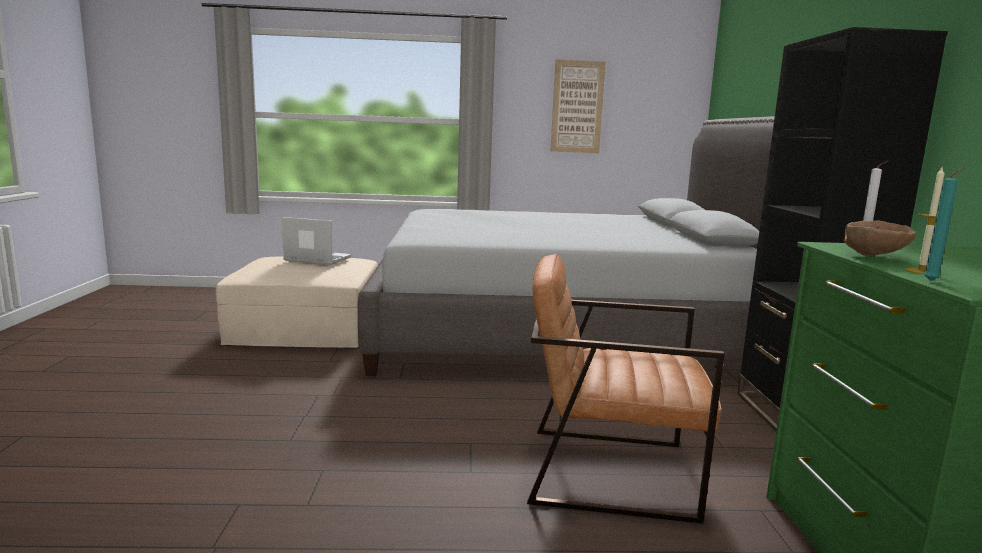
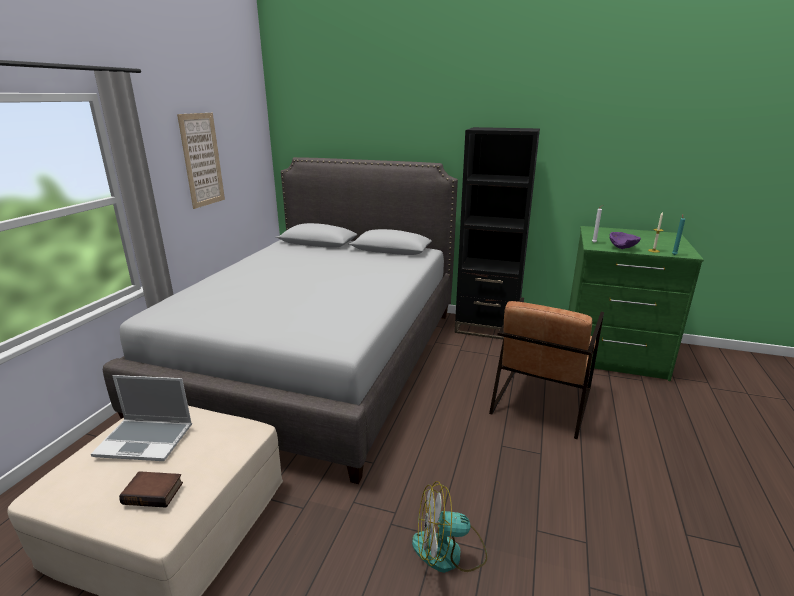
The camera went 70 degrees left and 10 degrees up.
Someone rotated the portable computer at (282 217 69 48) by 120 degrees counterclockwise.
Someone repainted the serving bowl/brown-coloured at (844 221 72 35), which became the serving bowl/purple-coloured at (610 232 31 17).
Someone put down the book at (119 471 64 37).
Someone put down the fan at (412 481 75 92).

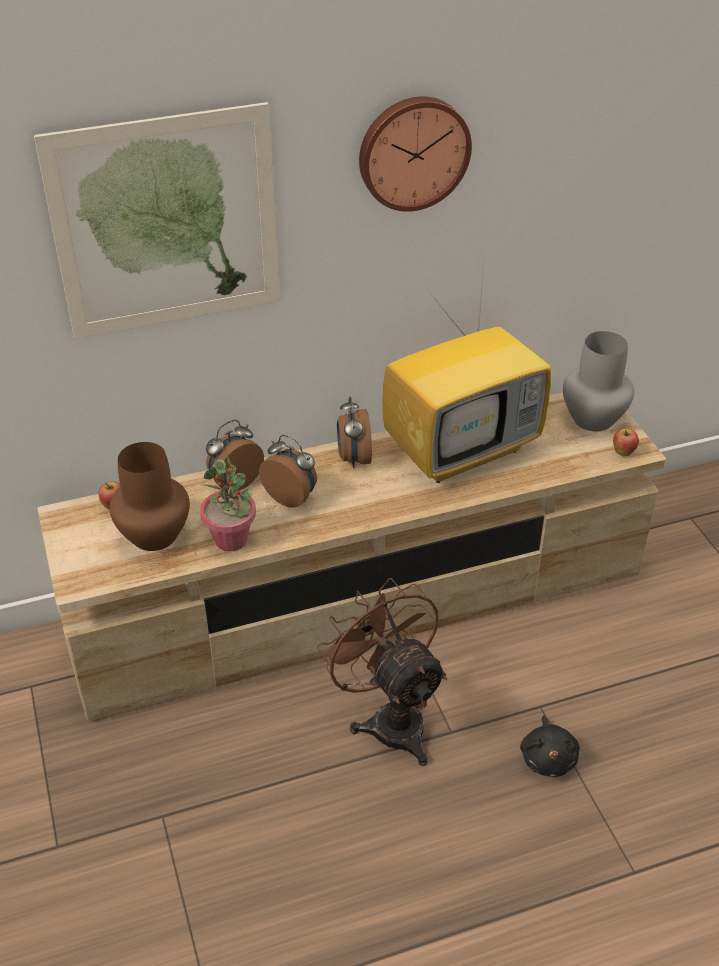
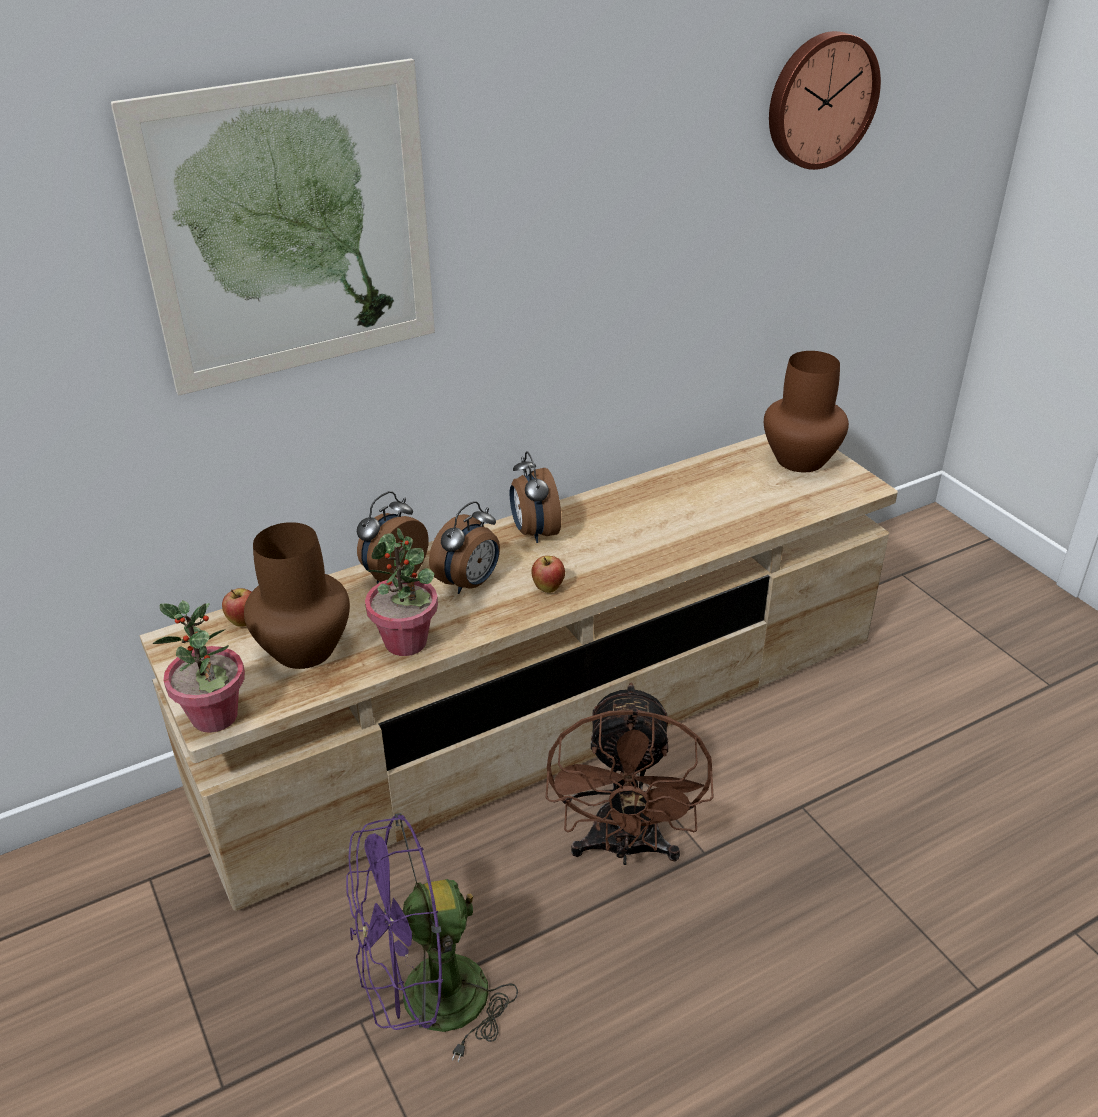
The camera went 10 degrees left and 5 degrees down.
Someone rotated the table clock at (259 435 58 73) by 105 degrees clockwise.
Someone rotated the fan/brown-coloured at (317 578 130 188) by 135 degrees counterclockwise.
Someone carried the wall clock from (359 96 113 116) to (769 31 112 139).
Someone took away the TV set at (382 266 169 217).
Someone took away the soft toy/black at (520 715 60 62).
Someone repainted the flower vase/grey at (563 331 71 101), which became the flower vase/brown-coloured at (764 351 85 121).
Someone carried the apple from (613 428 26 28) to (531 556 34 37).
Someone put down the plant in a pot at (152 600 93 133).
Someone put down the fan/purple-coloured at (346 813 172 249).

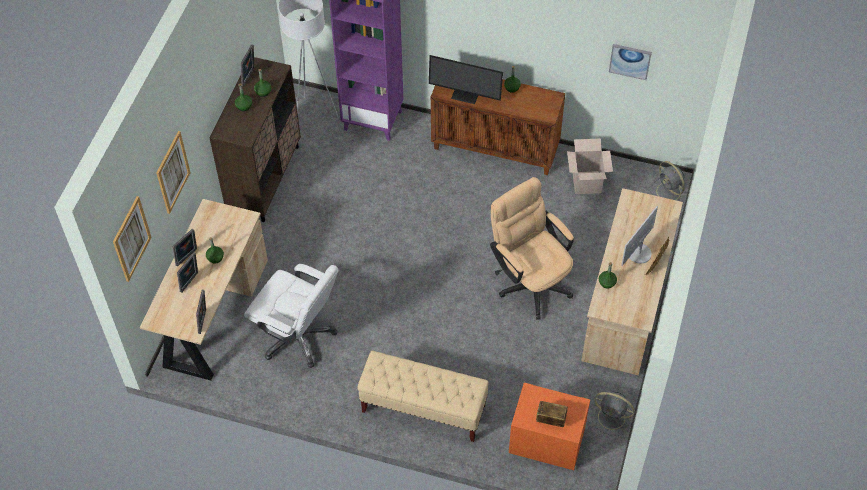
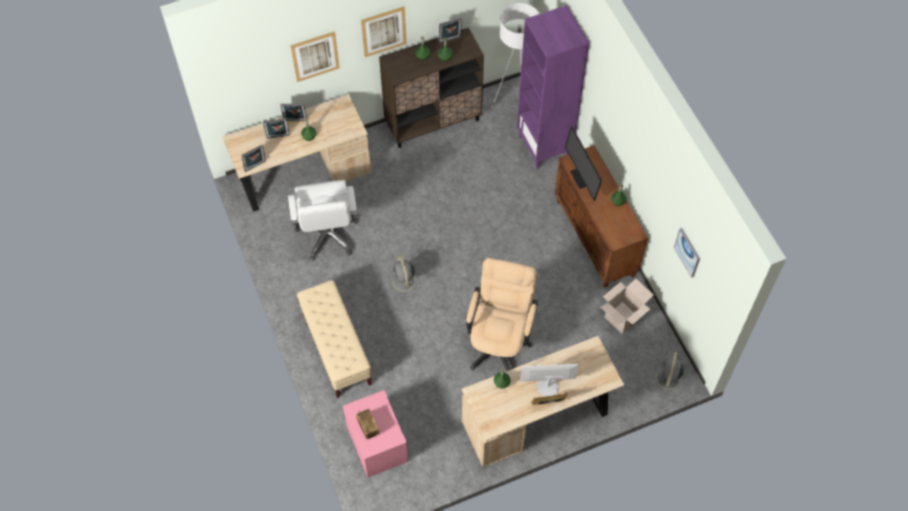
The camera went 50 degrees right and 5 degrees up.
Someone carried the wall picture from (113 196 38 86) to (361 6 46 51).
Someone repainted the night table/orangey at (509 383 81 87), which became the night table/pink at (343 390 65 88).
Someone carried the fan/grey from (592 392 42 44) to (388 254 34 43).

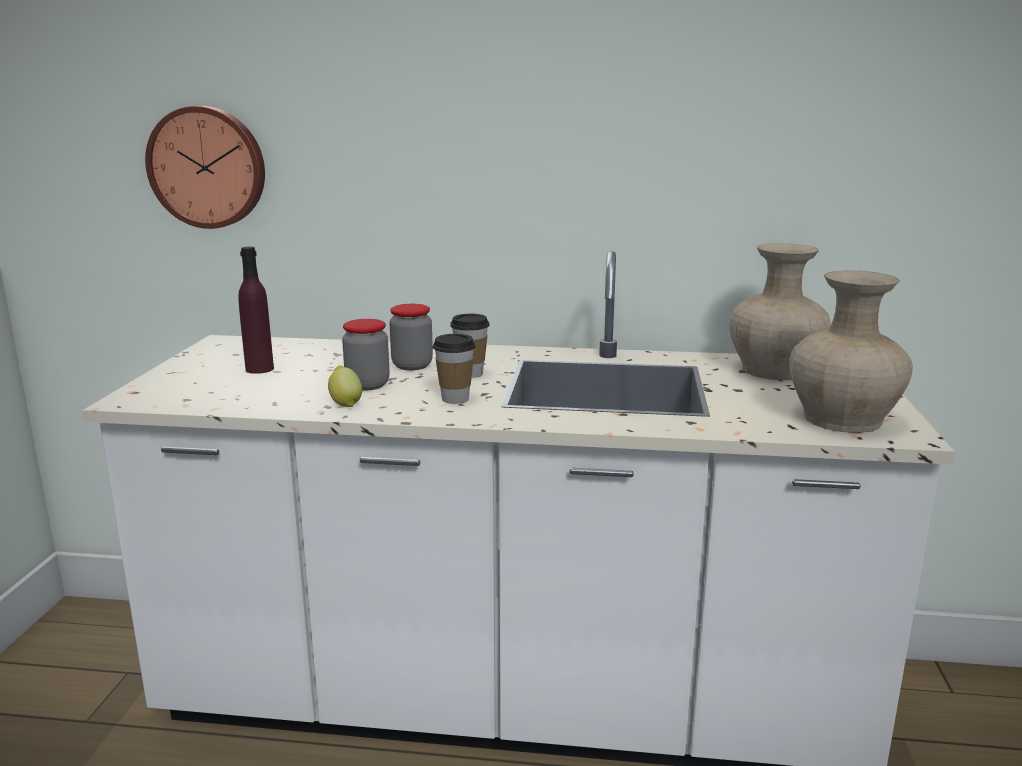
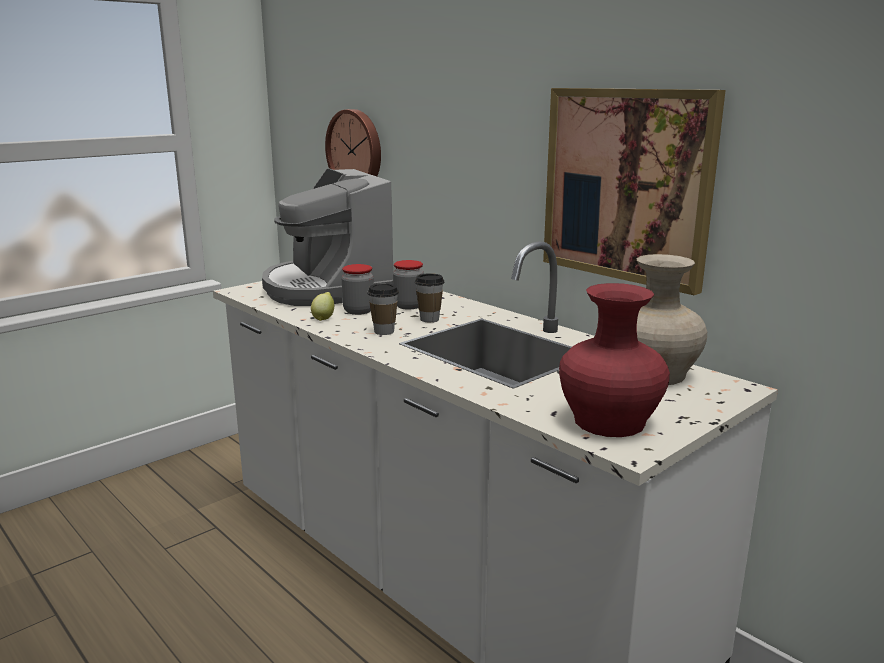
The camera went 40 degrees right and 0 degrees up.
Someone swapped the bottle/purple-coloured at (238 246 36 128) for the coffee machine at (262 168 131 138).
Someone repainted the flower vase/beige-coloured at (789 270 124 163), which became the flower vase/red at (559 283 111 154).
Someone put up the wall picture at (543 88 183 207).

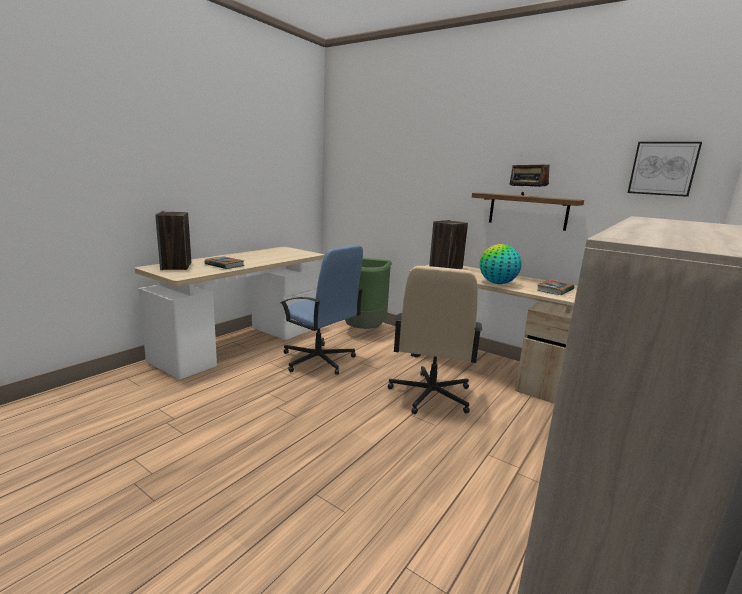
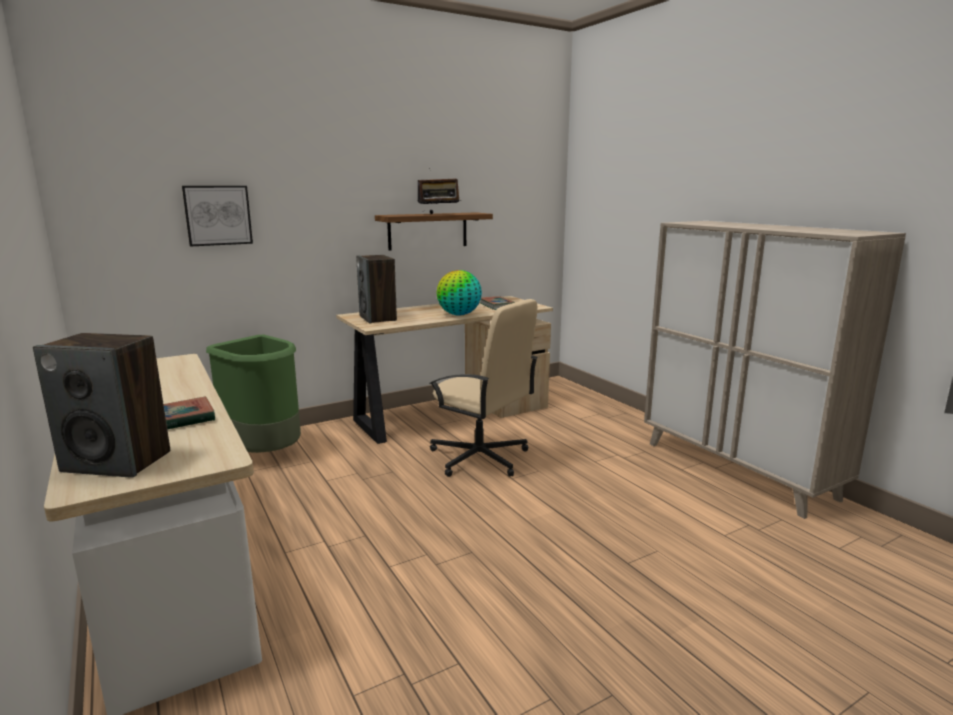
The camera went 65 degrees left and 0 degrees up.
Someone took away the desk chair/blue-coloured at (280 245 84 130).
Someone carried the wall picture from (628 142 74 55) to (182 186 71 60).

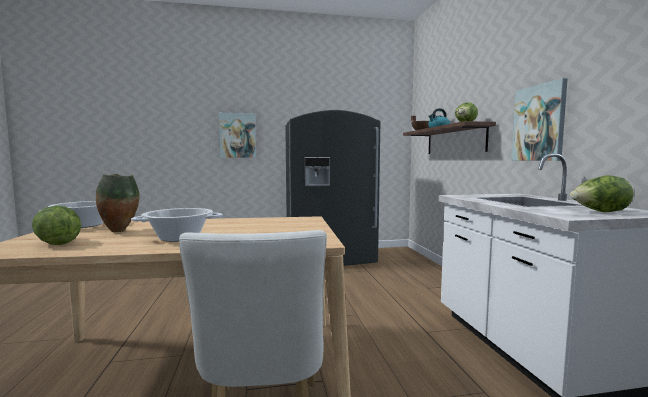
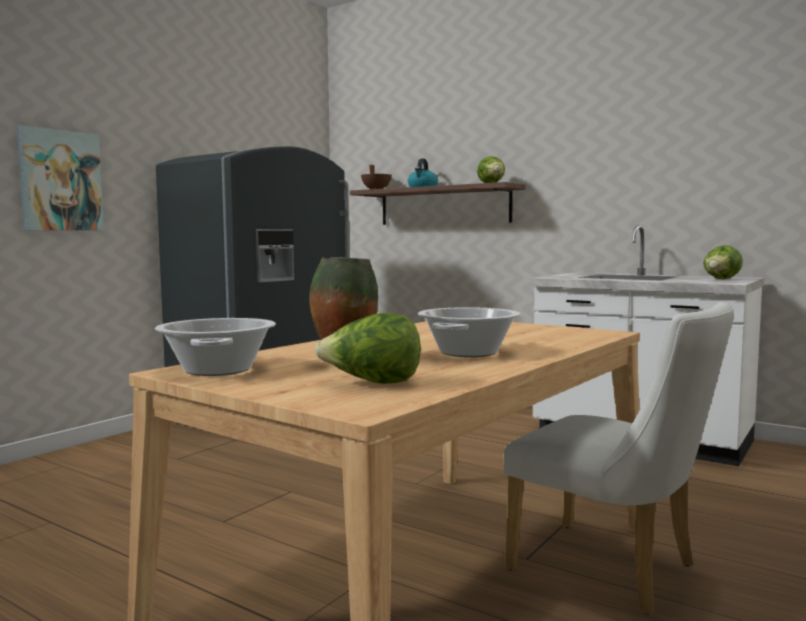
The camera went 45 degrees left and 0 degrees up.
Someone took away the wall picture at (511 78 57 83).

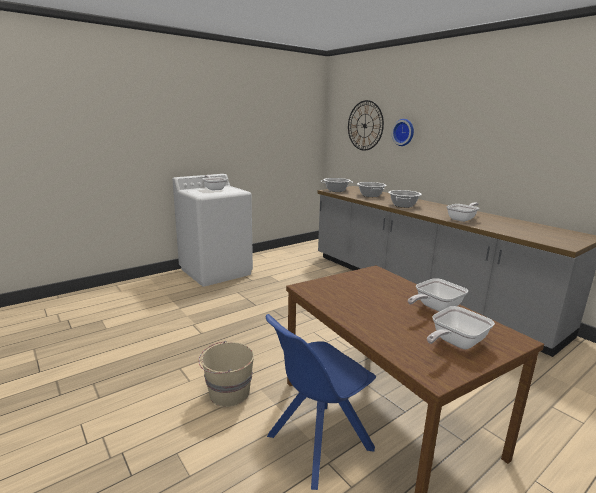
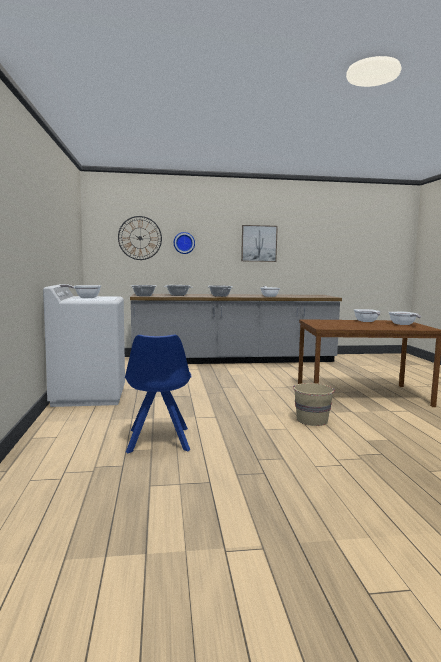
The camera went 60 degrees left and 10 degrees down.
Someone carried the chair/blue-coloured from (266 314 110 176) to (124 335 68 118).
Someone put up the wall picture at (241 225 37 37).

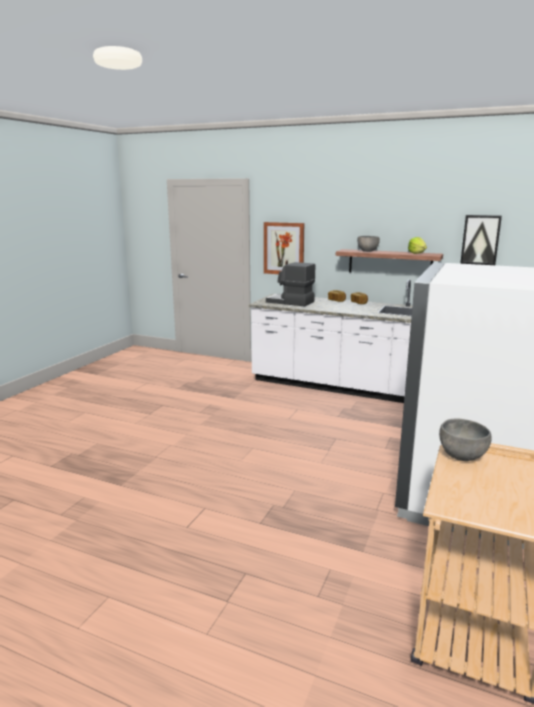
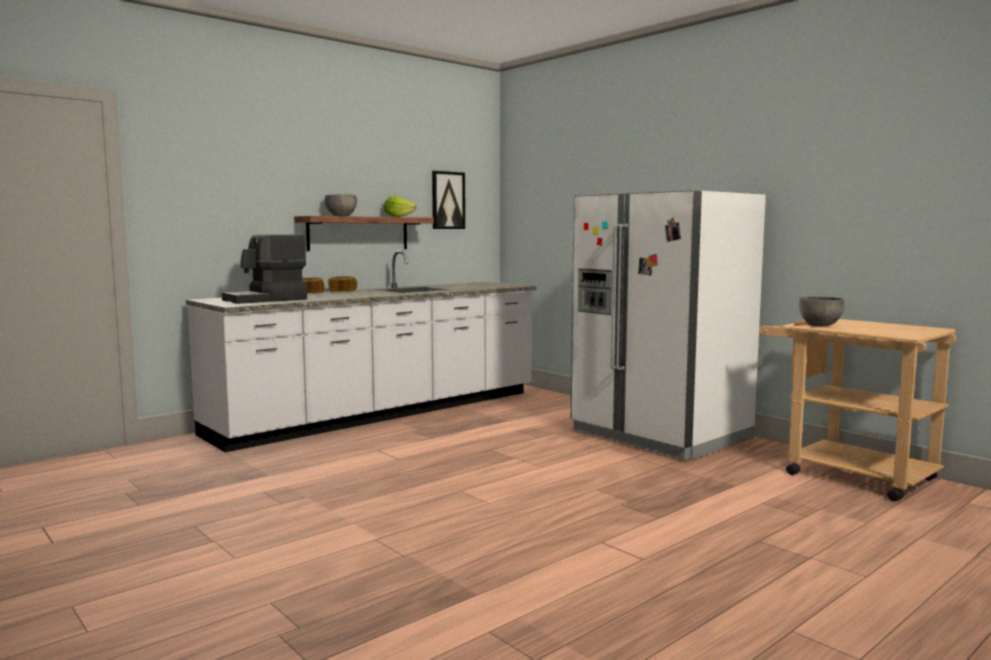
The camera went 65 degrees left and 10 degrees down.
Someone took away the wall picture at (264 222 40 52).

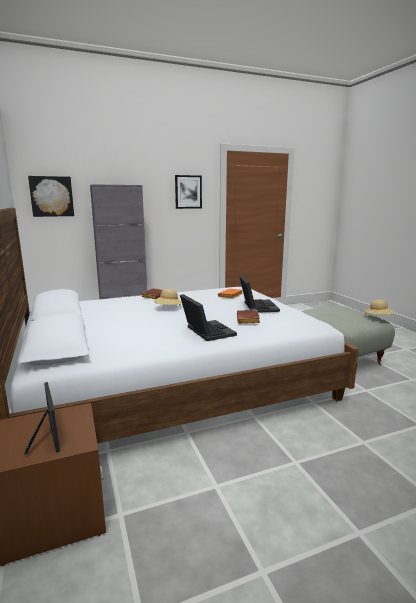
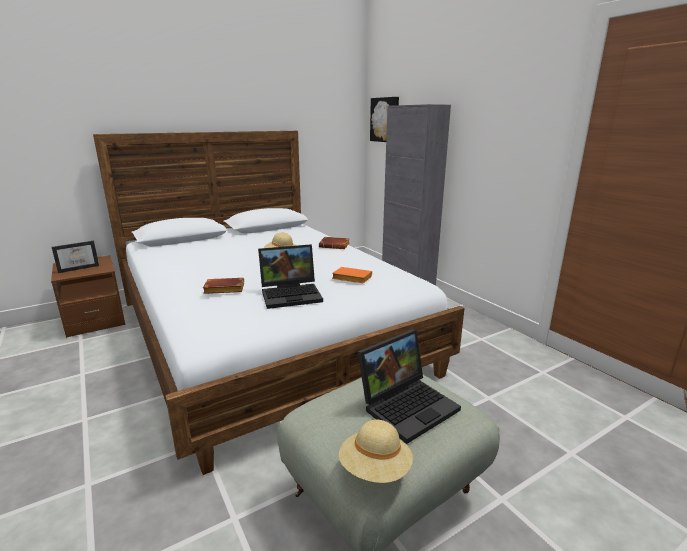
The camera went 80 degrees right and 5 degrees up.
Someone took away the wall picture at (175 175 27 34).
Someone carried the portable computer from (180 294 57 47) to (358 329 103 115).

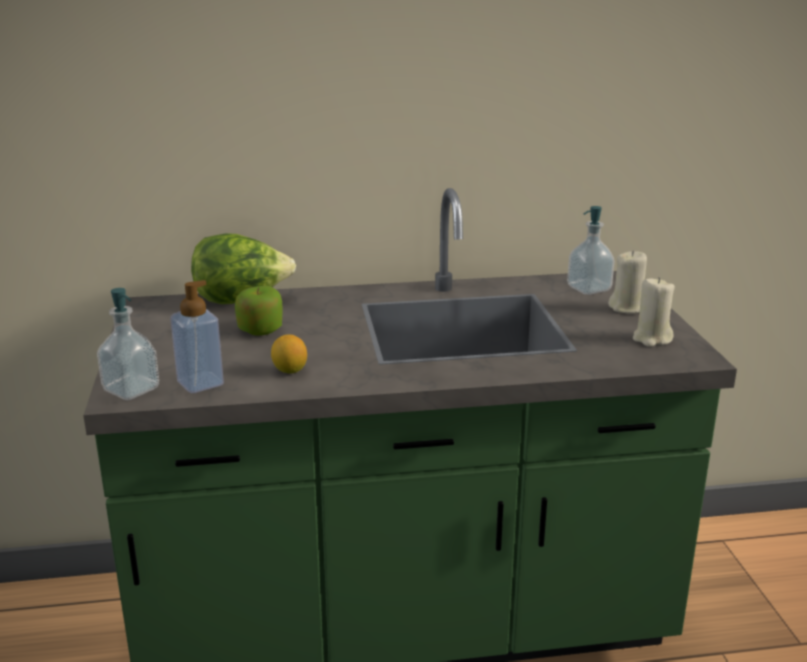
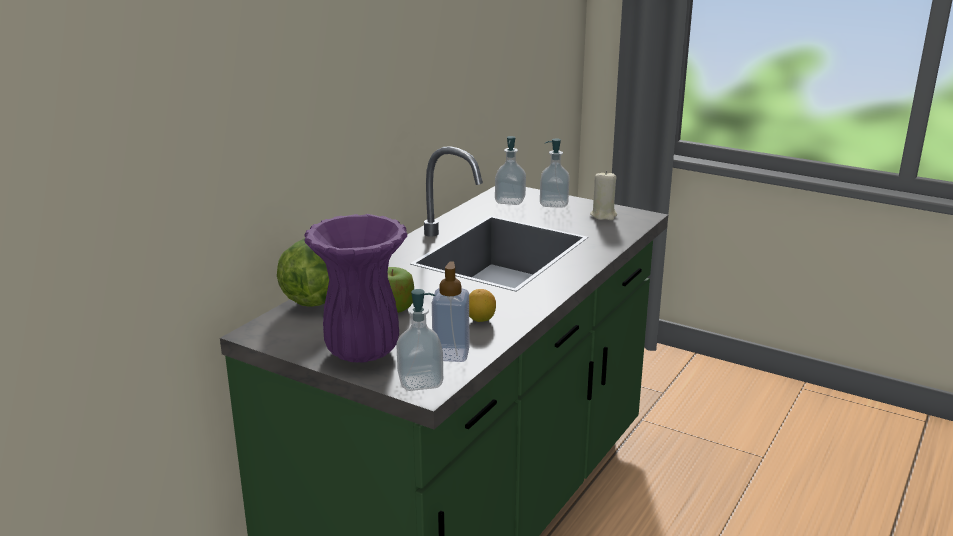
The camera went 50 degrees left and 0 degrees up.
Someone swapped the candle/beige-coloured at (608 250 39 64) for the liquid soap bottle at (540 138 30 70).
Someone put down the flower vase/purple-coloured at (304 214 104 148).

